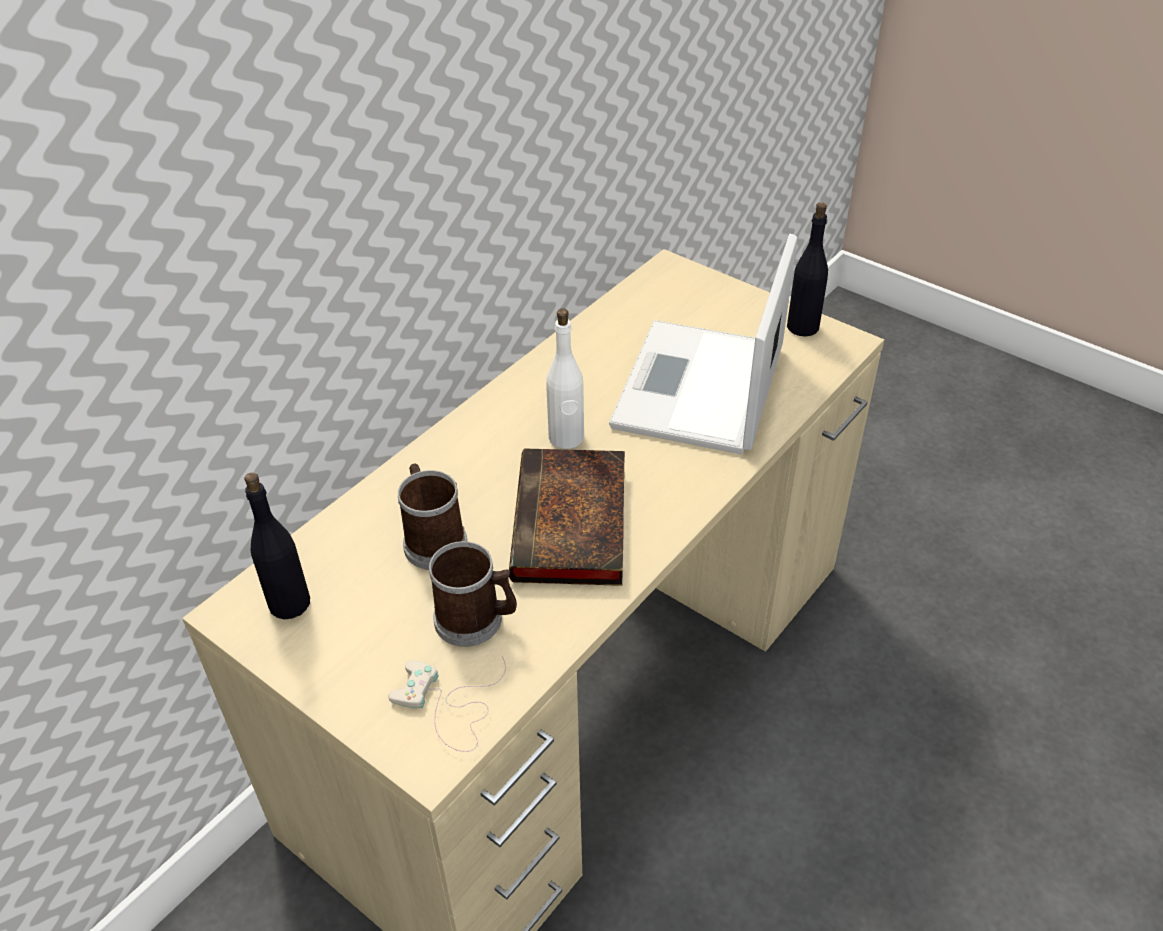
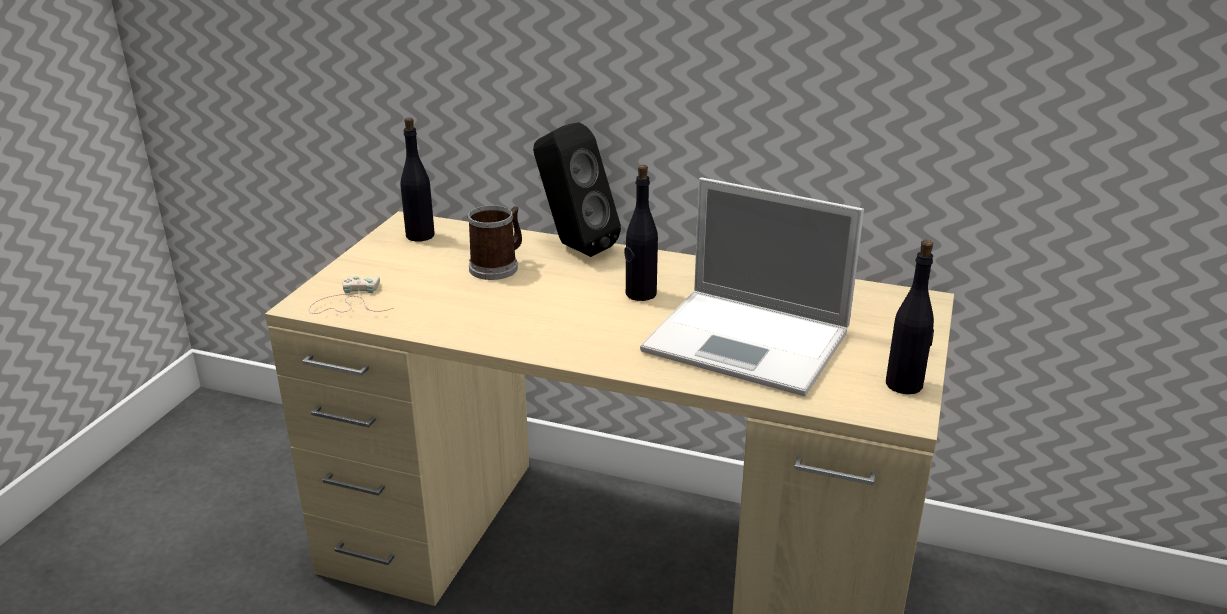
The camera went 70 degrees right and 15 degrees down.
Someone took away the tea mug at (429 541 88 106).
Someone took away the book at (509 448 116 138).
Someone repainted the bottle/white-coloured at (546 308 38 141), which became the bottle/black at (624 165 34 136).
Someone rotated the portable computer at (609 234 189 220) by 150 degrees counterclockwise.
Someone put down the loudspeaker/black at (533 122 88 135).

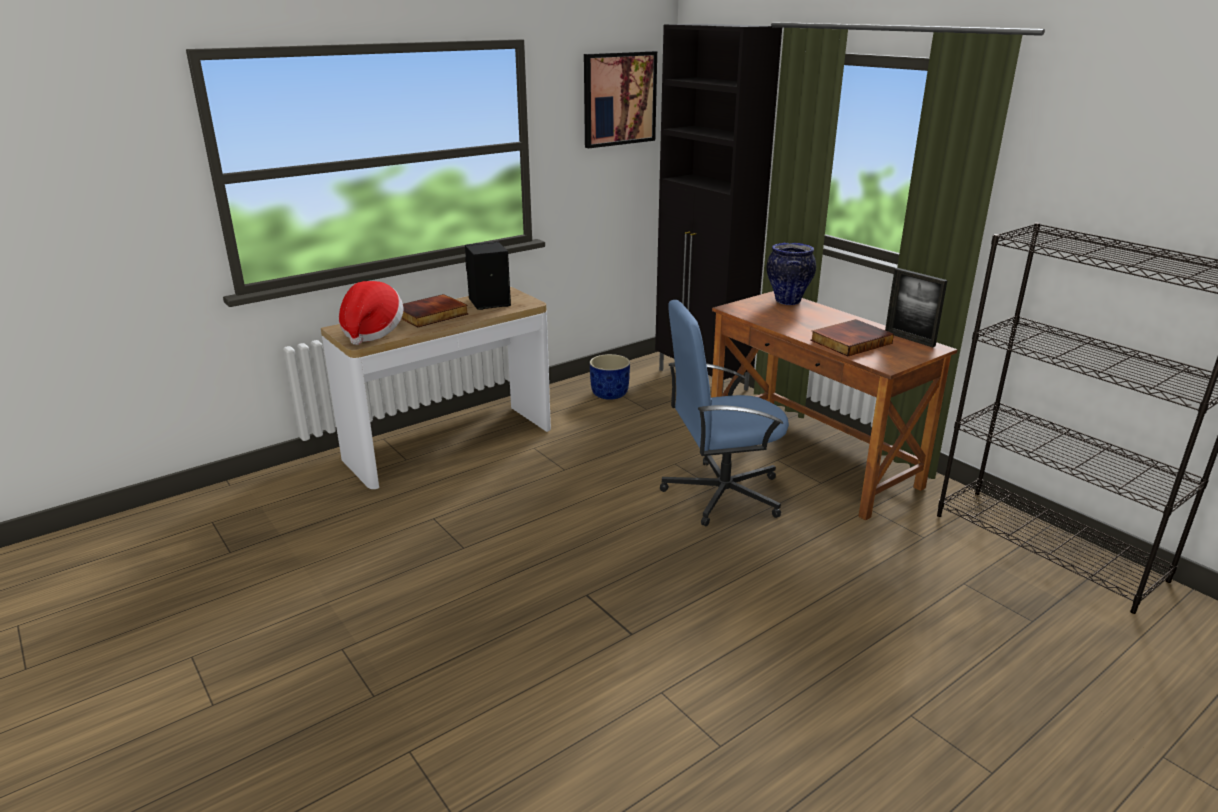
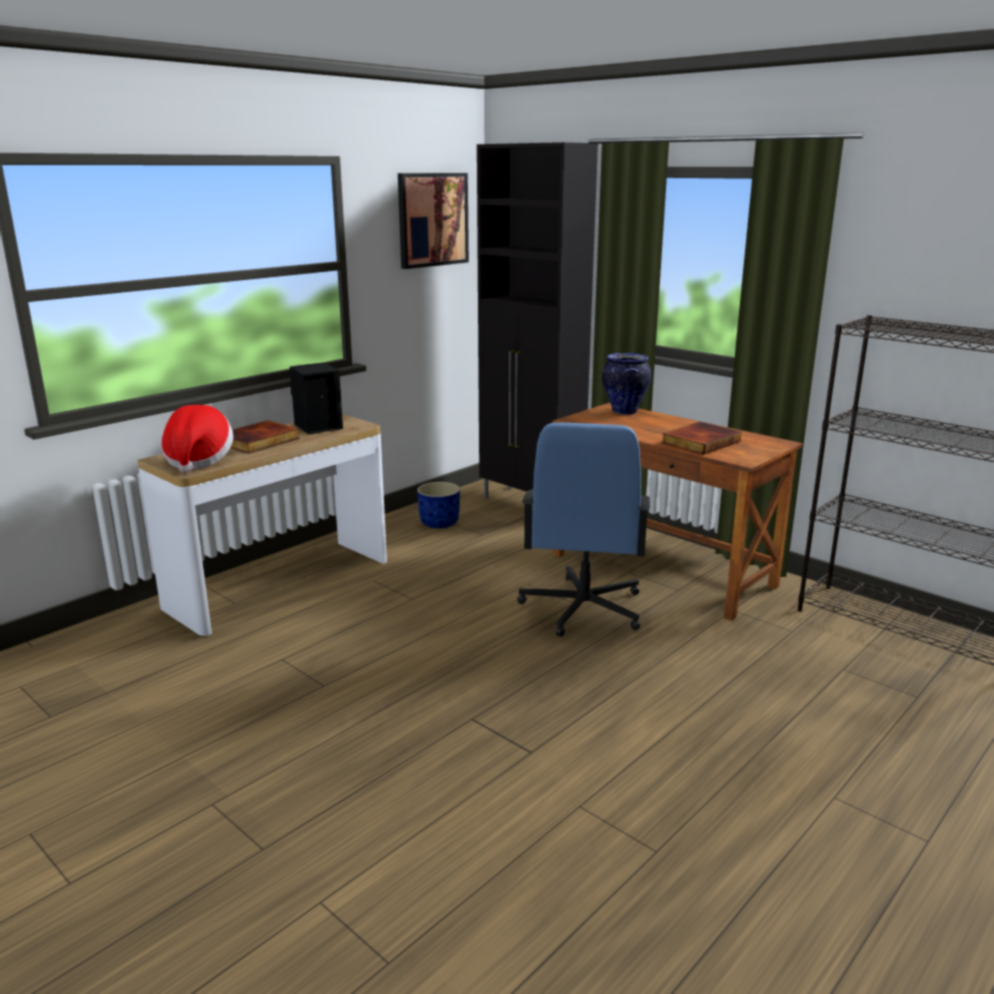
The camera went 10 degrees left and 5 degrees down.
Someone rotated the desk chair/blue-coloured at (660 300 129 226) by 60 degrees counterclockwise.
Someone took away the photo frame at (885 268 63 79).

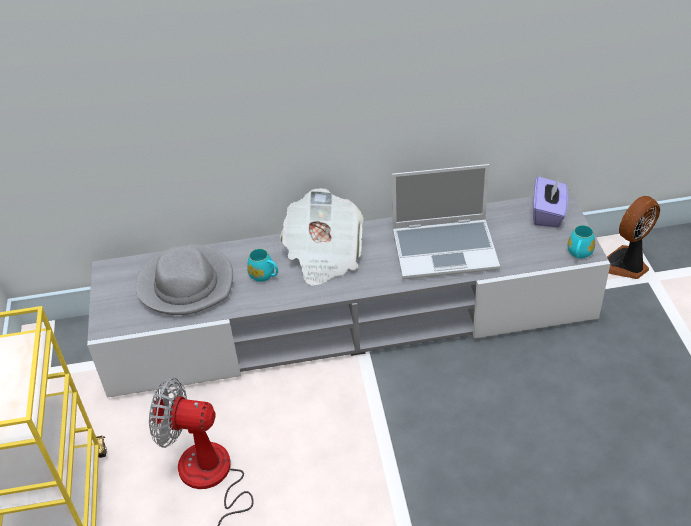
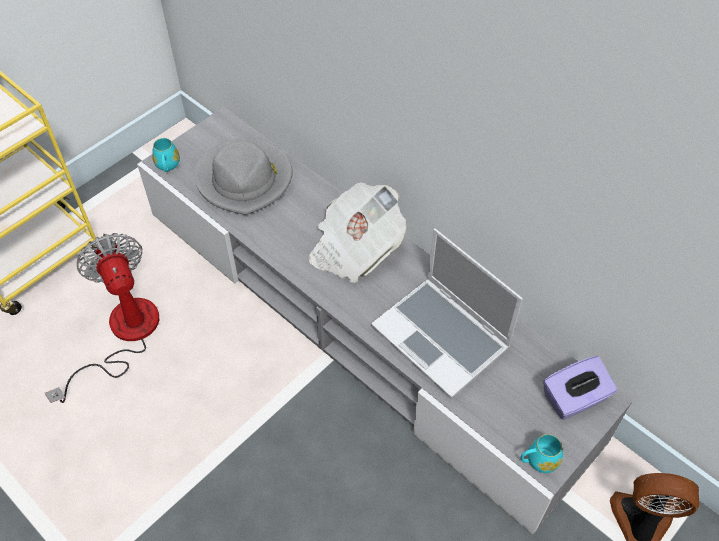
The camera went 50 degrees right and 10 degrees up.
Someone carried the tea mug/turquoise from (247 248 31 34) to (152 138 28 34).

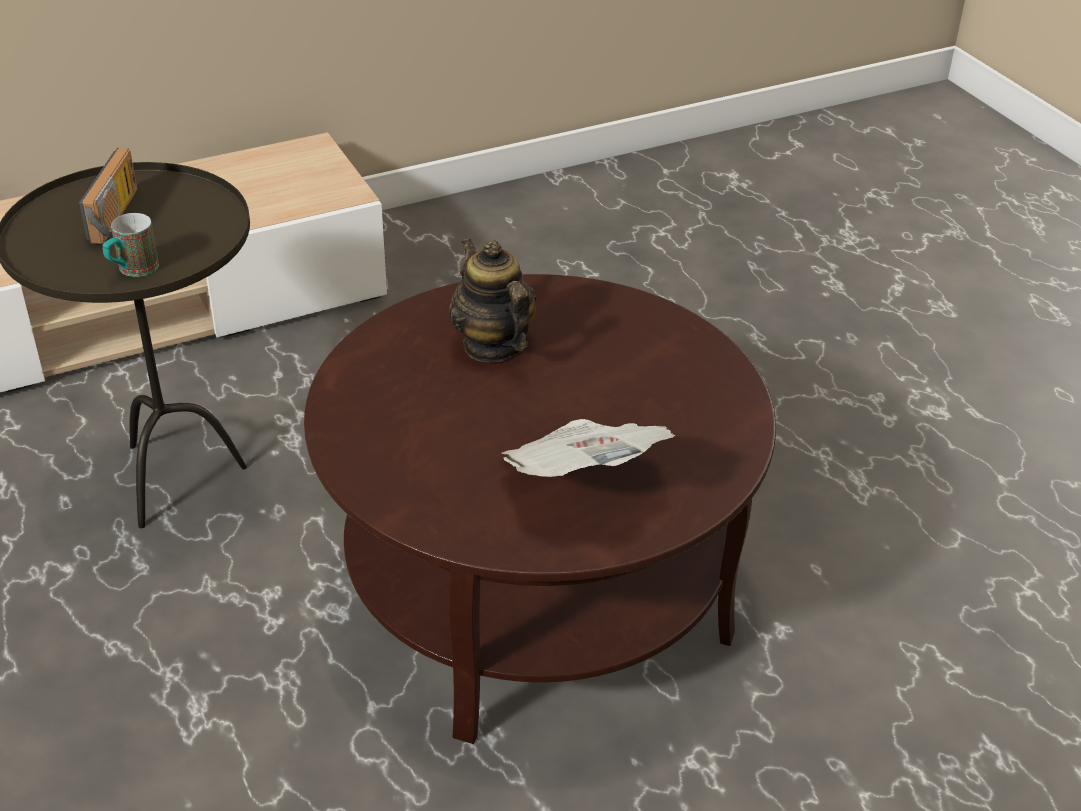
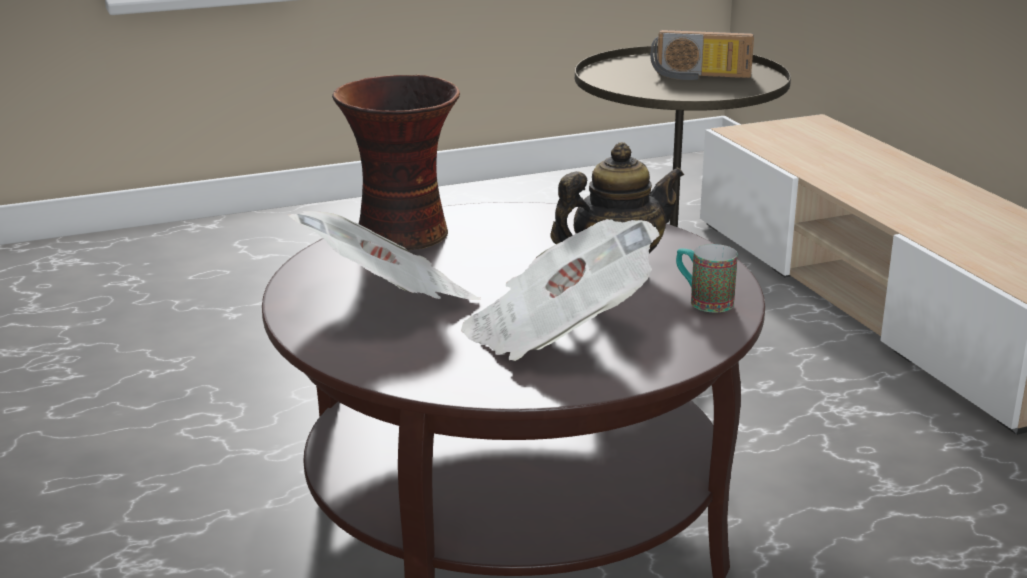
The camera went 95 degrees right and 15 degrees down.
Someone carried the tea mug from (102 213 57 64) to (676 244 62 68).
Someone put down the flower vase at (332 75 128 175).
Someone put down the daily paper at (461 219 199 142).

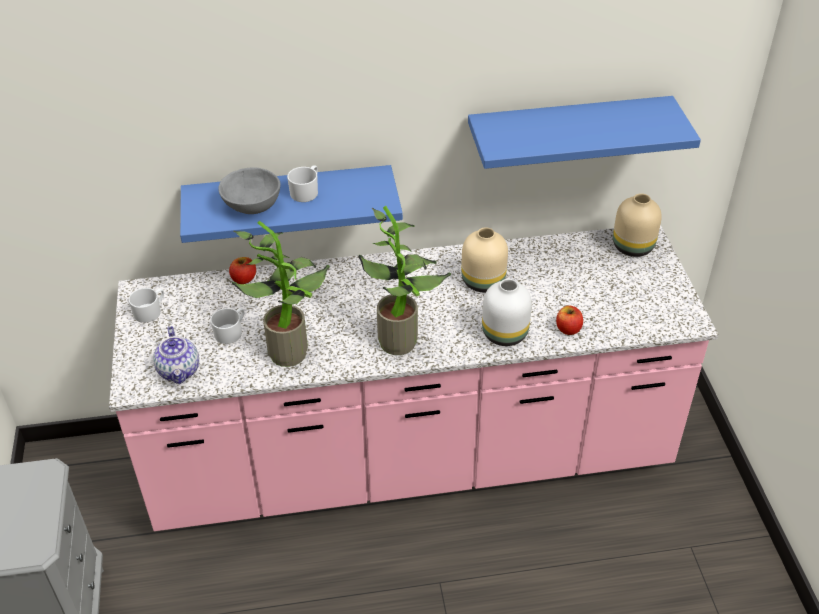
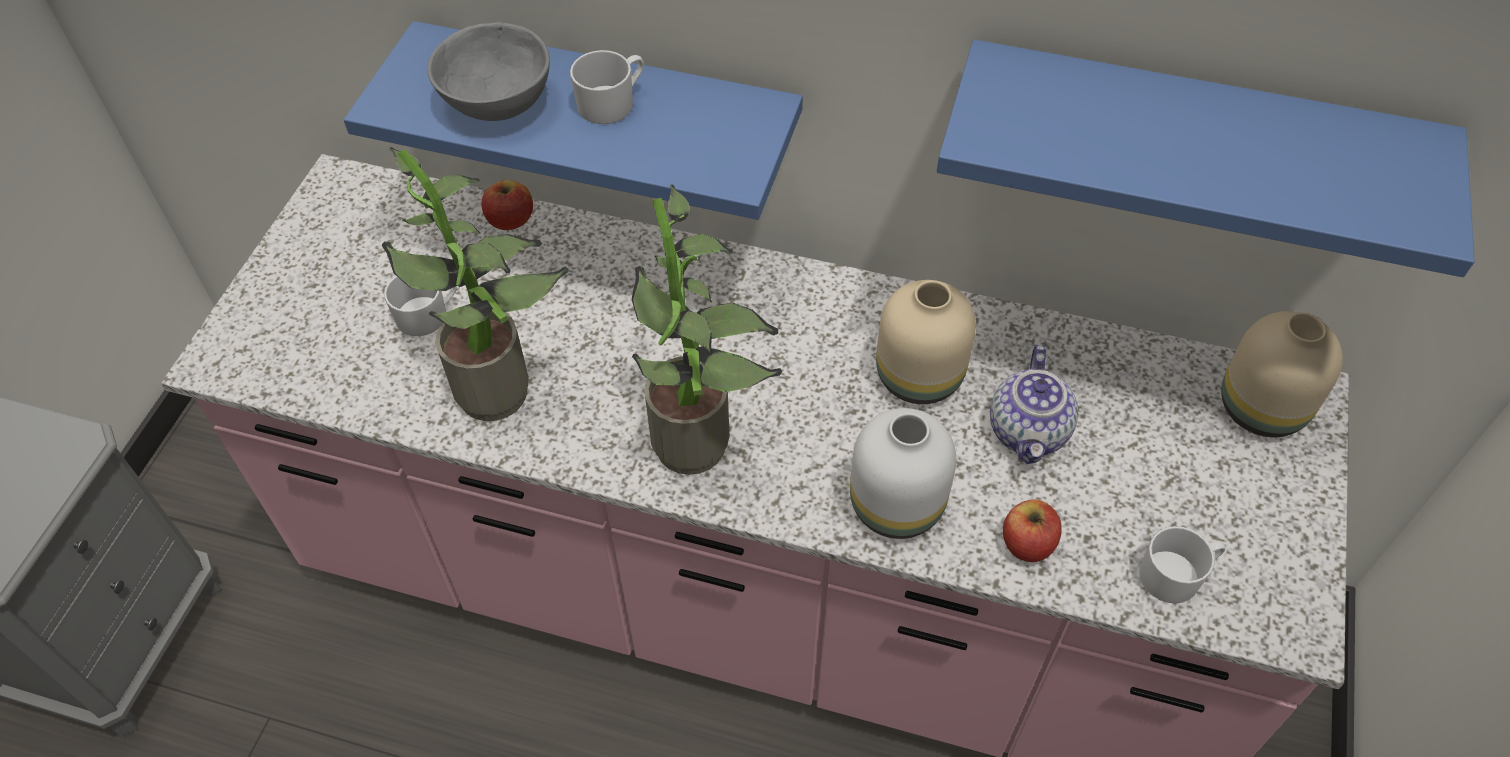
The camera went 25 degrees right and 10 degrees up.
Someone carried the tea mug/white-coloured from (128 288 36 35) to (1139 526 86 77).
Someone carried the teapot from (153 326 46 58) to (990 345 88 119).

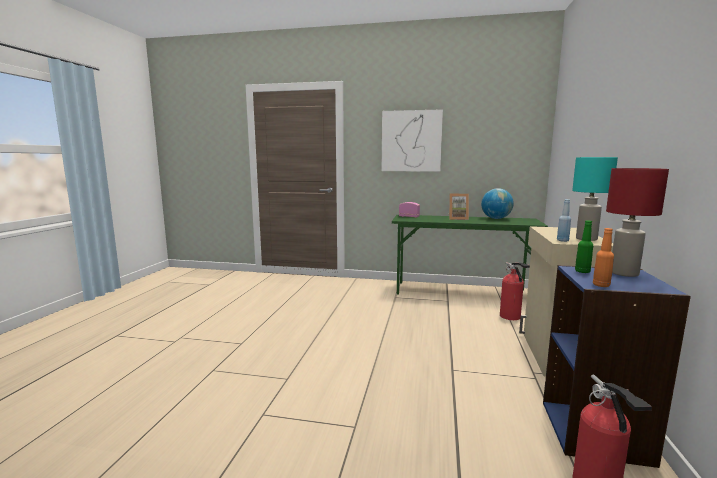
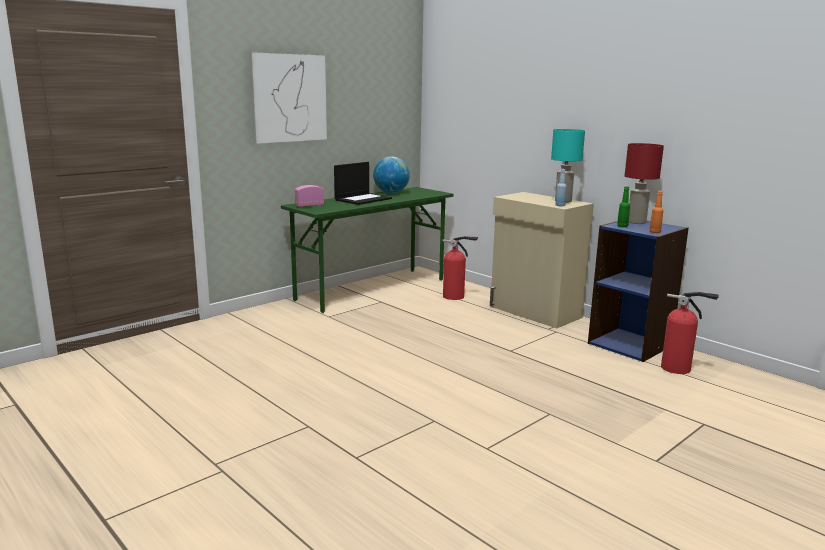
The camera went 55 degrees left and 5 degrees up.
Someone swapped the photo frame at (449 194 20 26) for the portable computer at (334 162 58 43).

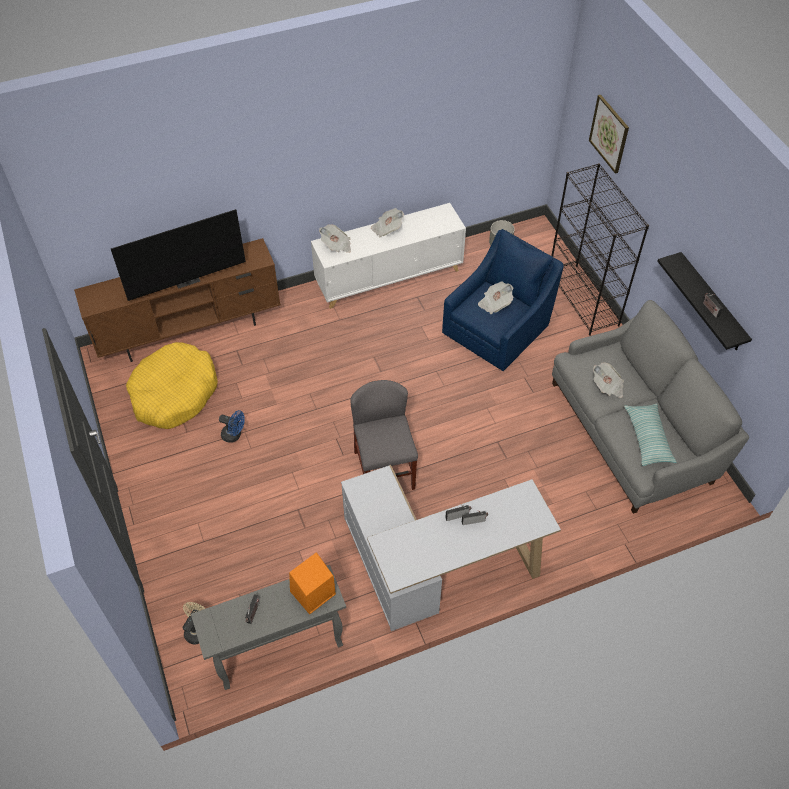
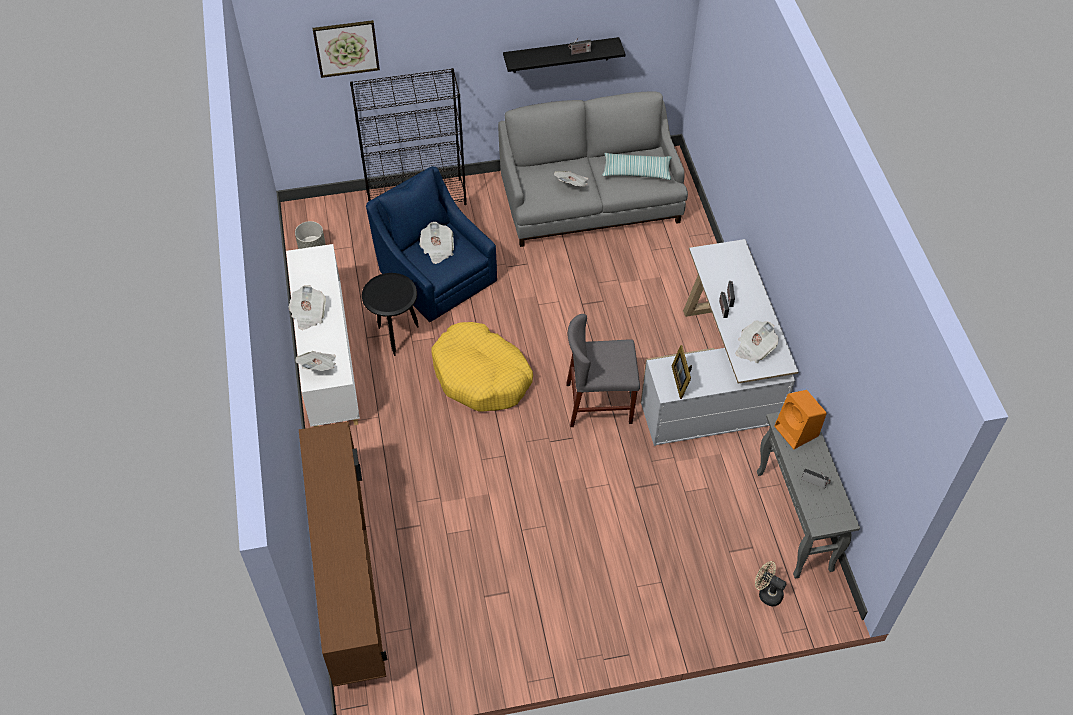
The camera went 80 degrees left and 0 degrees up.
Someone took away the TV set at (111 209 135 92).
Someone carried the pet bed/yellowish from (126 342 92 87) to (431 322 102 90).
Someone took away the fan/blue-coloured at (219 410 26 33).
Someone put down the end table/black at (362 273 56 83).
Someone put down the photo frame at (672 345 20 54).
Someone put down the daily paper at (735 320 43 43).

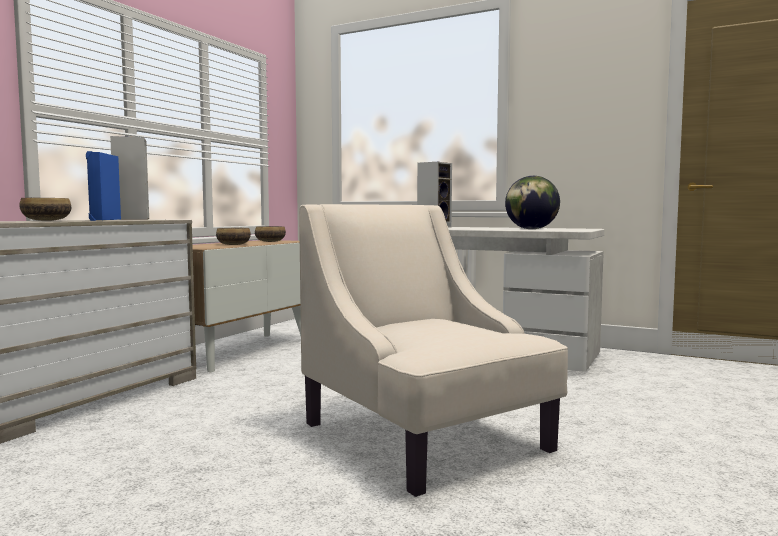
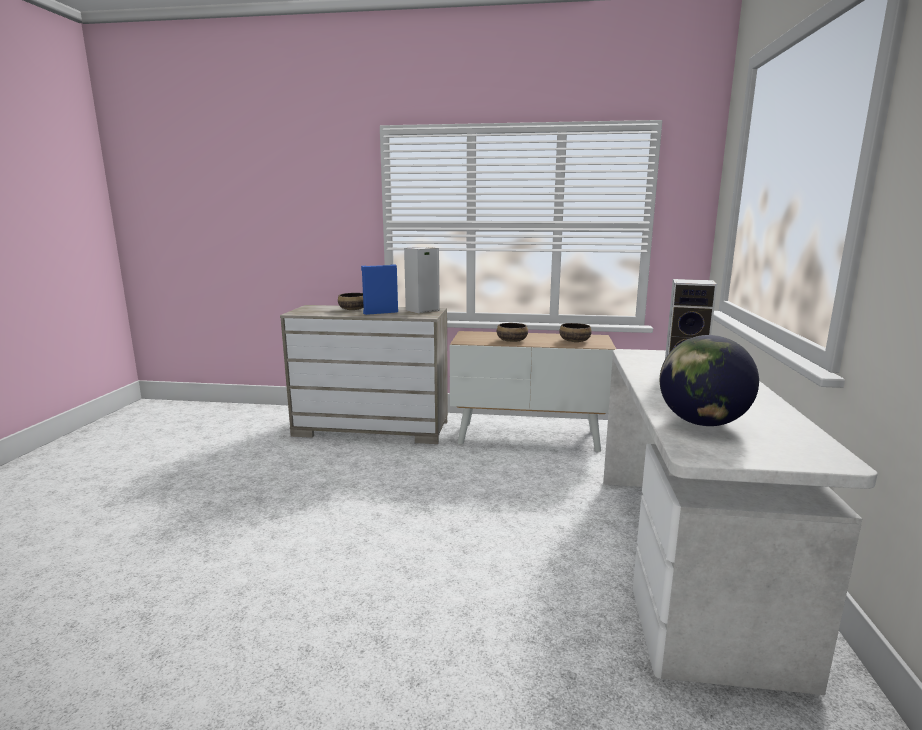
The camera went 70 degrees right and 10 degrees up.
Someone took away the lounge chair/beige-coloured at (299 204 269 293).

